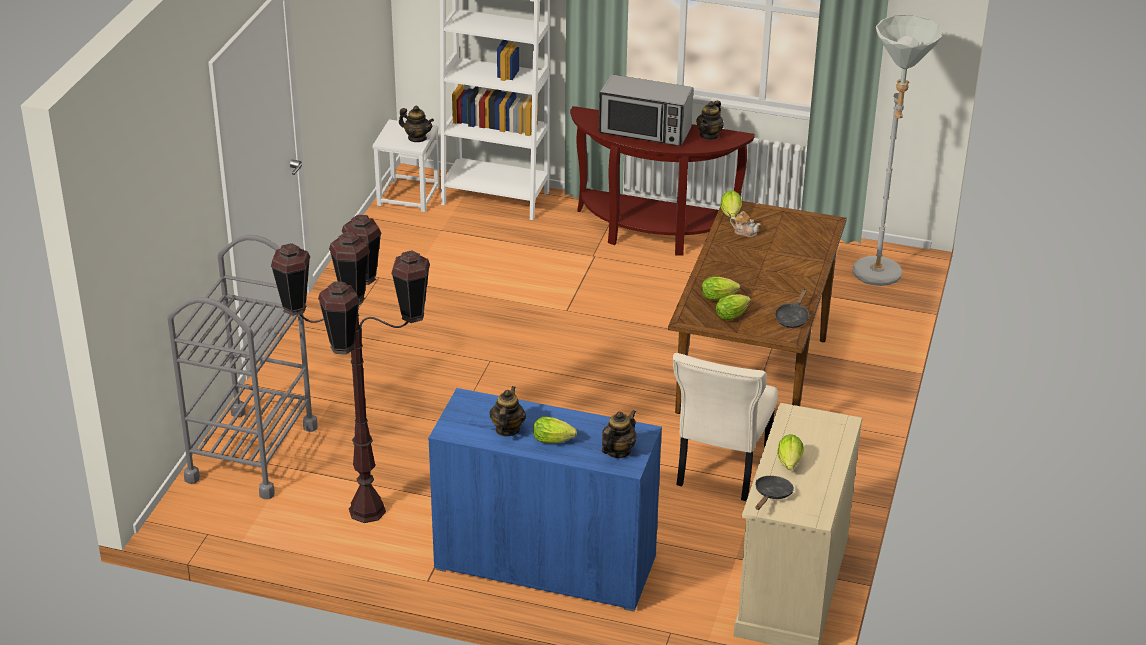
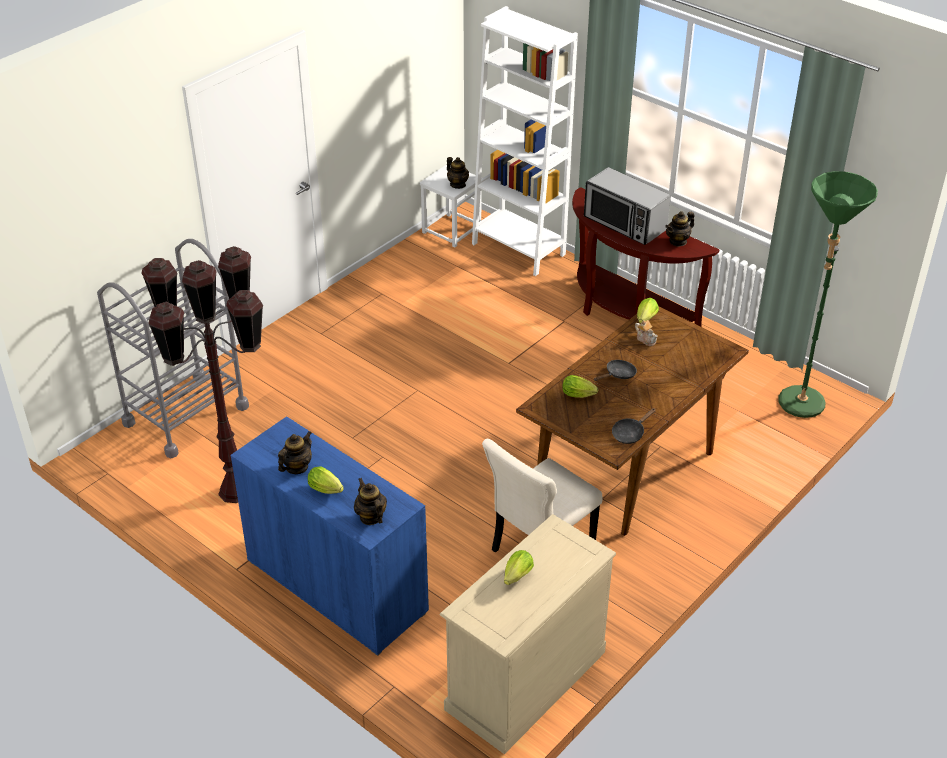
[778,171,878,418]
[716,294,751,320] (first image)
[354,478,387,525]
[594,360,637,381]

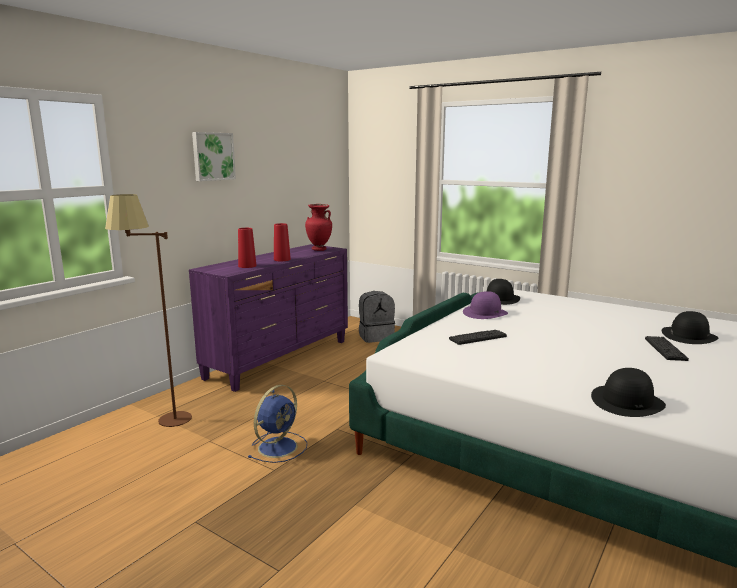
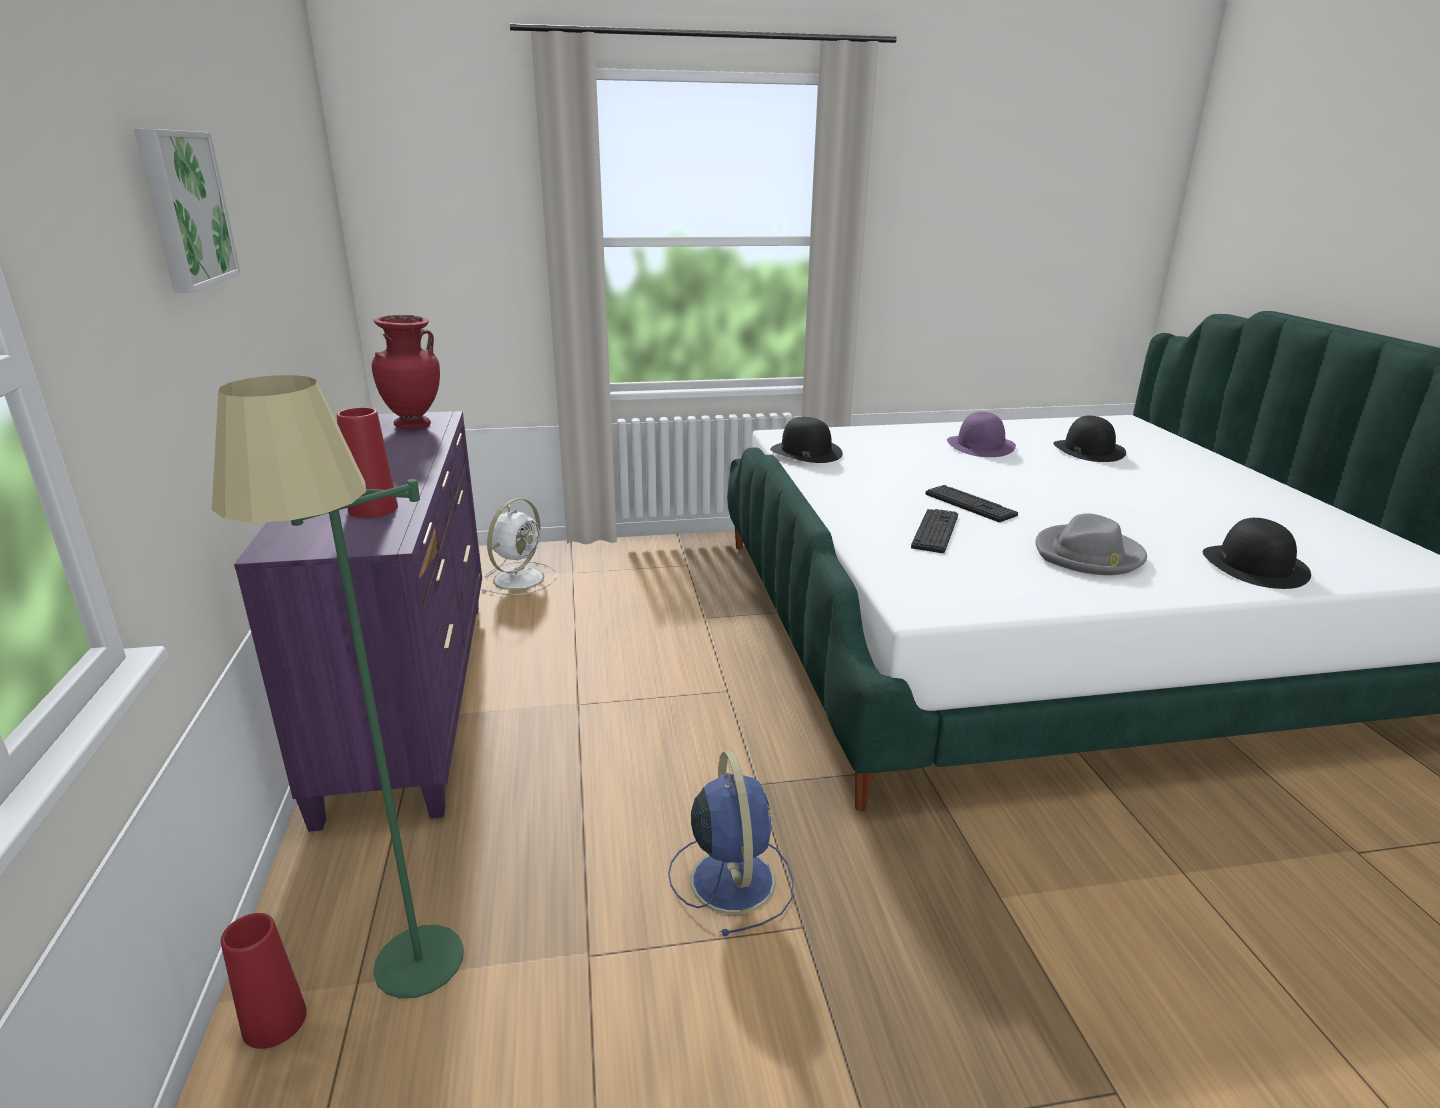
[212,375,464,998]
[221,913,307,1049]
[482,498,557,595]
[947,411,1016,457]
[925,485,1018,522]
[1036,513,1147,575]

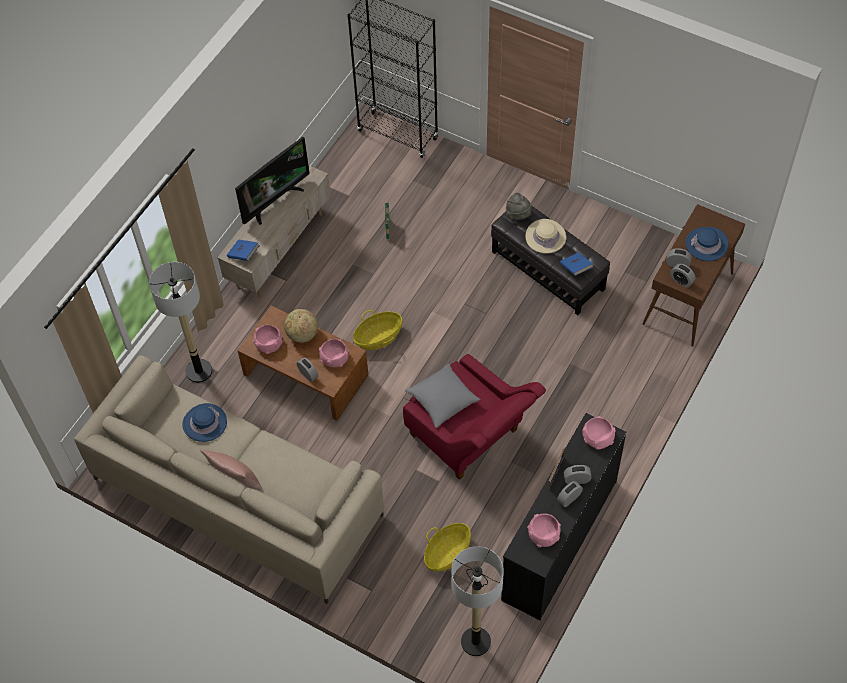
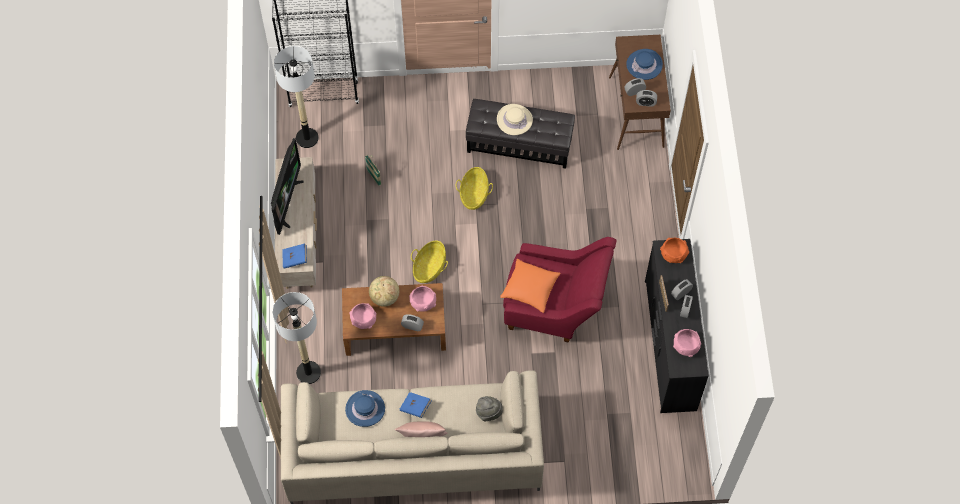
[476,396,503,422]
[400,392,431,418]
[500,259,561,313]
[660,238,689,263]
[456,167,493,210]
[274,46,319,148]

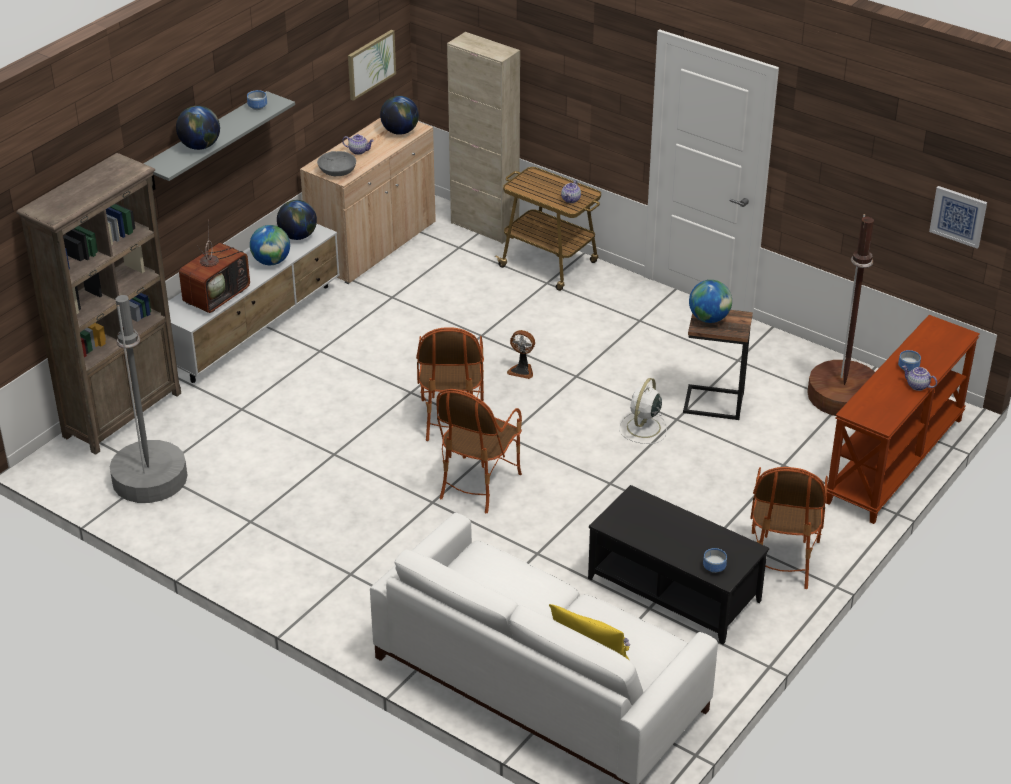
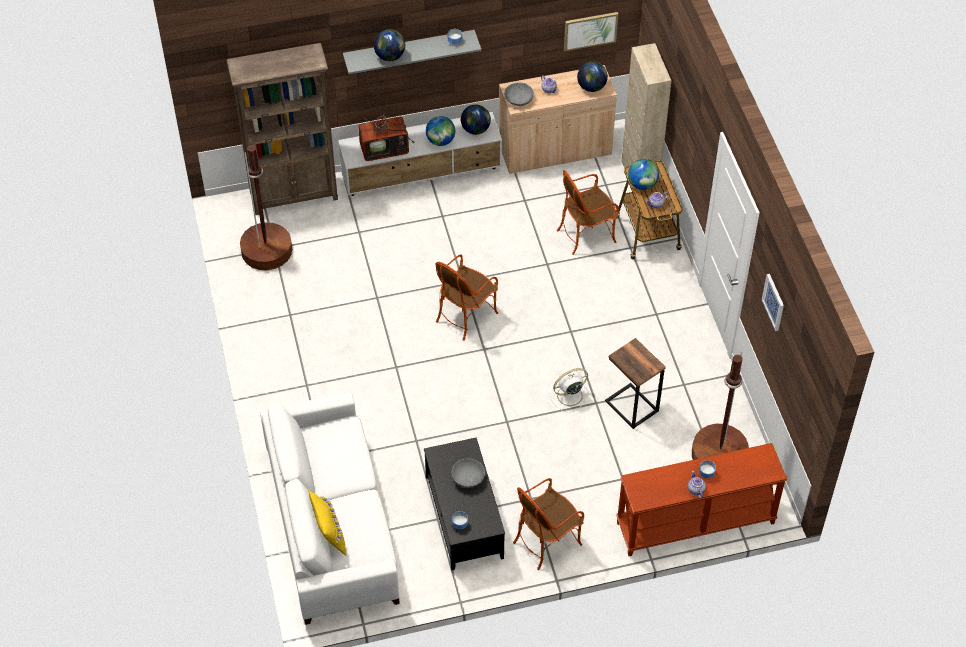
[762,274,784,331]
[628,159,659,190]
[240,145,292,270]
[507,330,535,379] (first image)
[557,170,619,255]
[452,458,485,488]

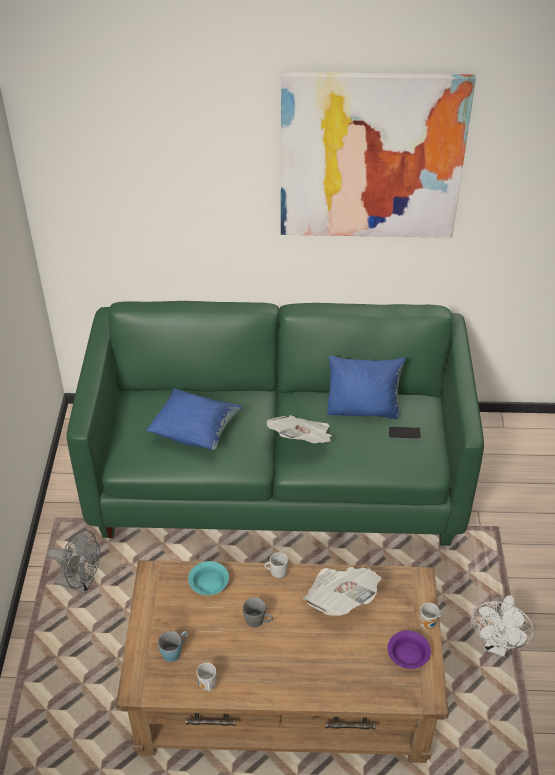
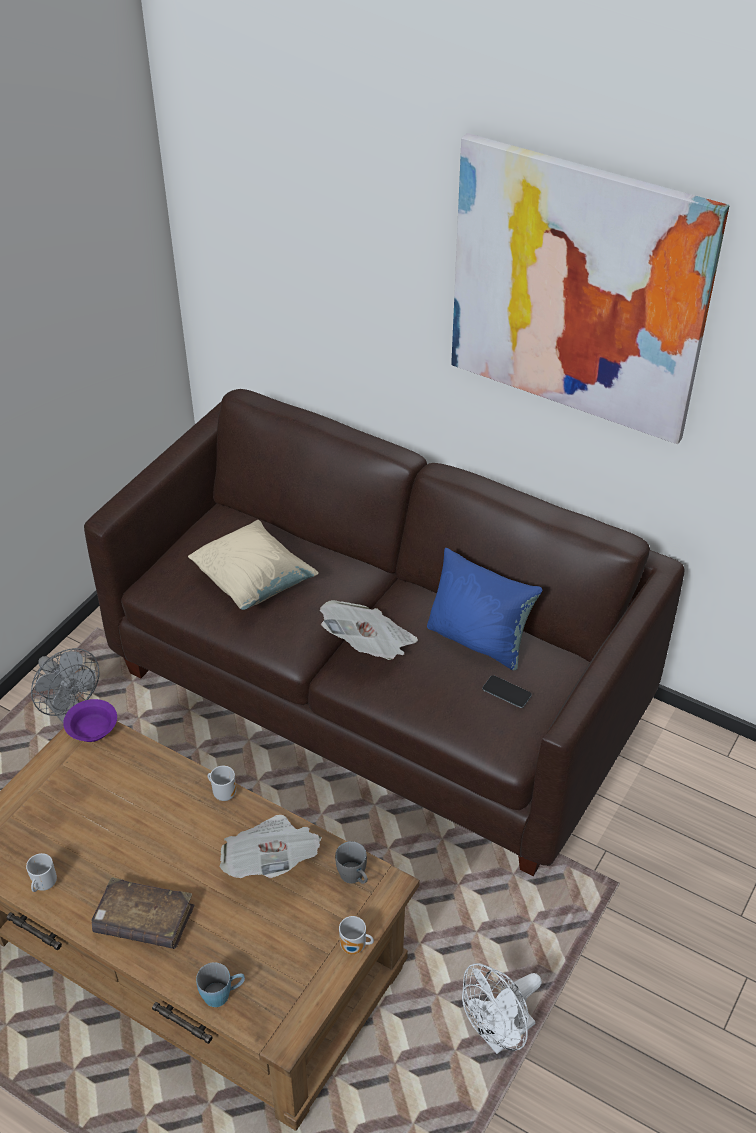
[84,389,684,876]
[188,520,318,610]
[188,561,229,595] (first image)
[335,841,368,884]
[63,699,117,742]
[196,962,245,1007]
[92,877,194,949]

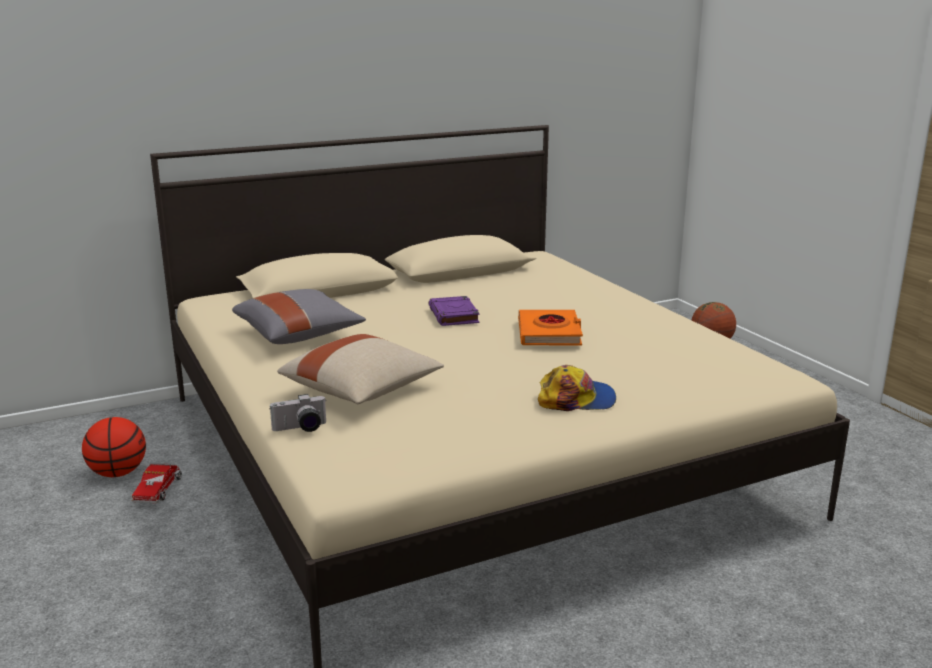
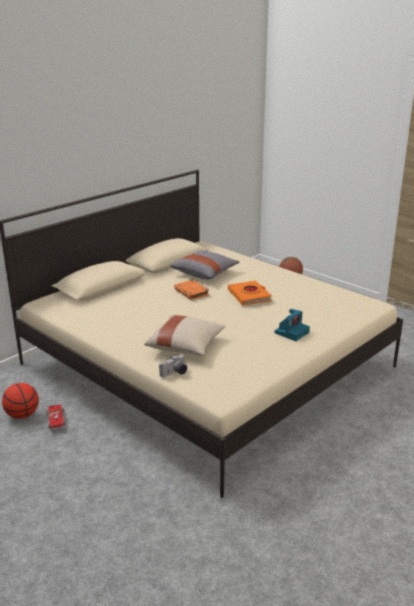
[170,251,239,279]
[174,280,209,300]
[275,309,310,341]

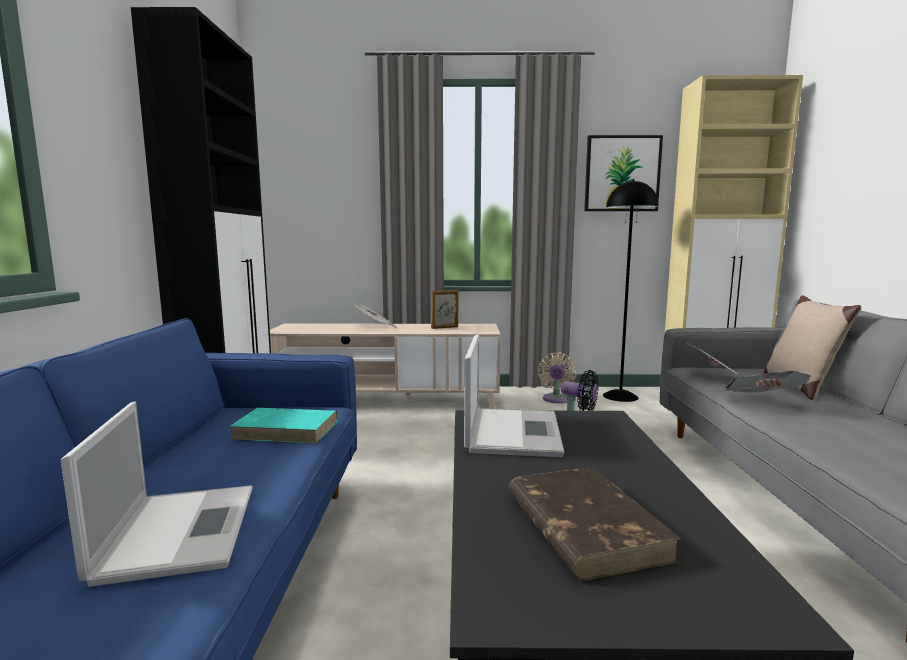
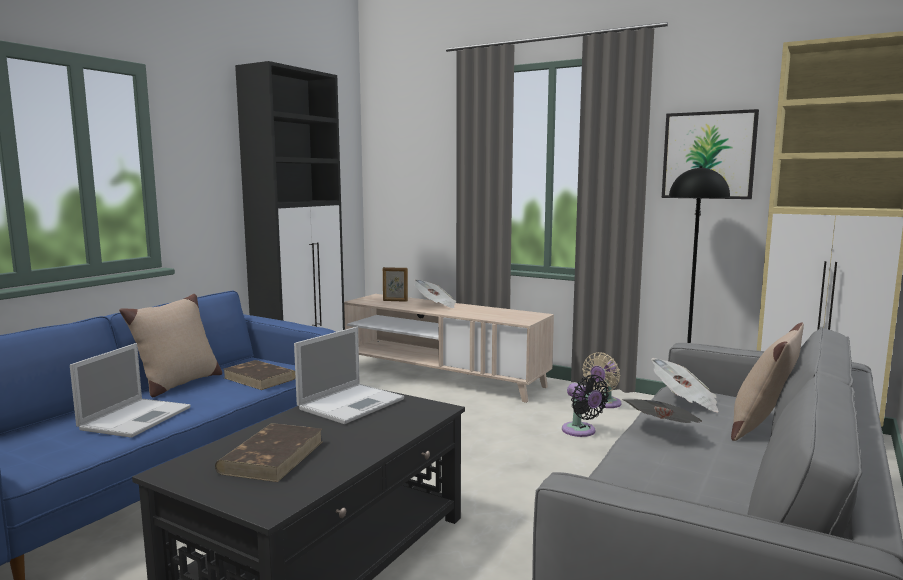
[383,267,408,302]
[224,360,296,390]
[119,294,222,397]

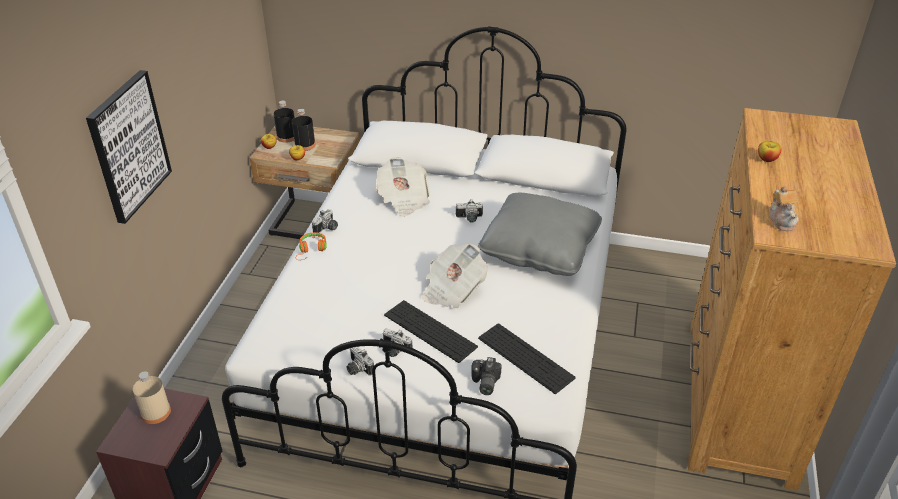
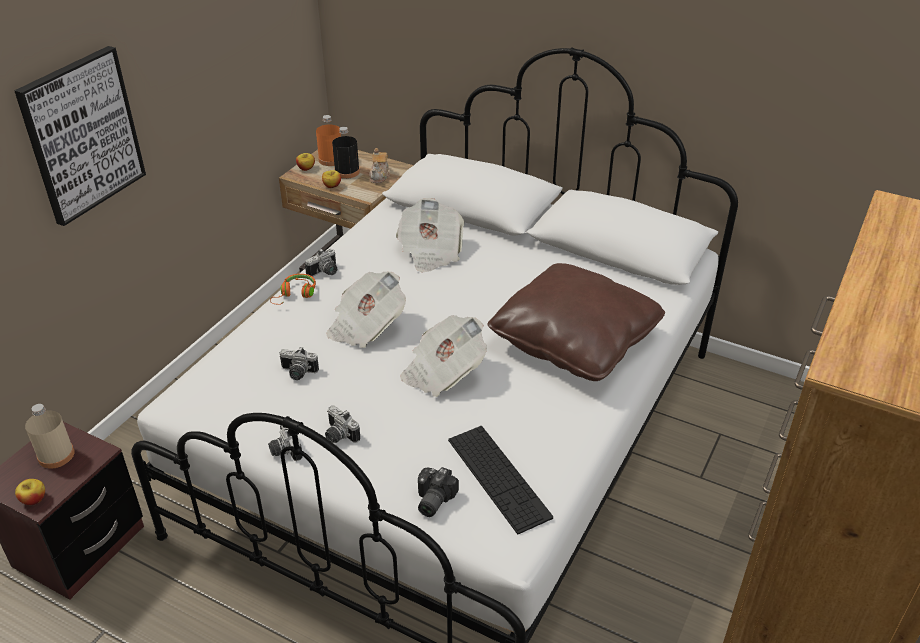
[316,115,341,166]
[15,479,45,505]
[369,148,390,183]
[487,263,665,381]
[280,347,319,380]
[384,300,478,363] (first image)
[326,271,406,348]

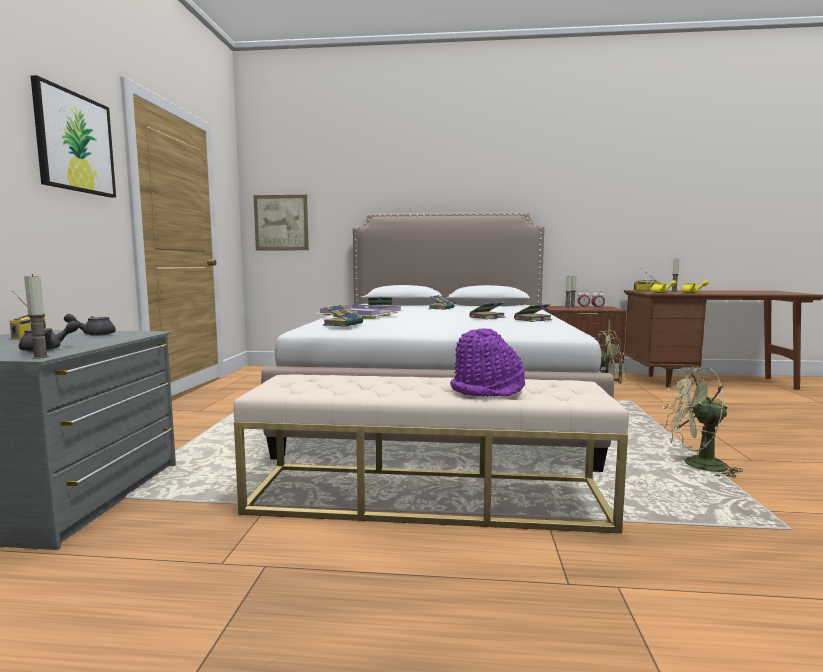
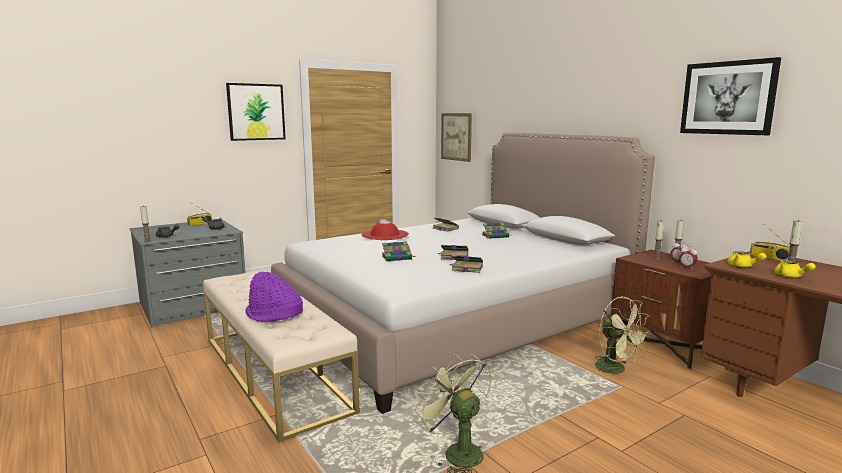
[361,219,409,240]
[382,241,414,262]
[680,57,781,135]

